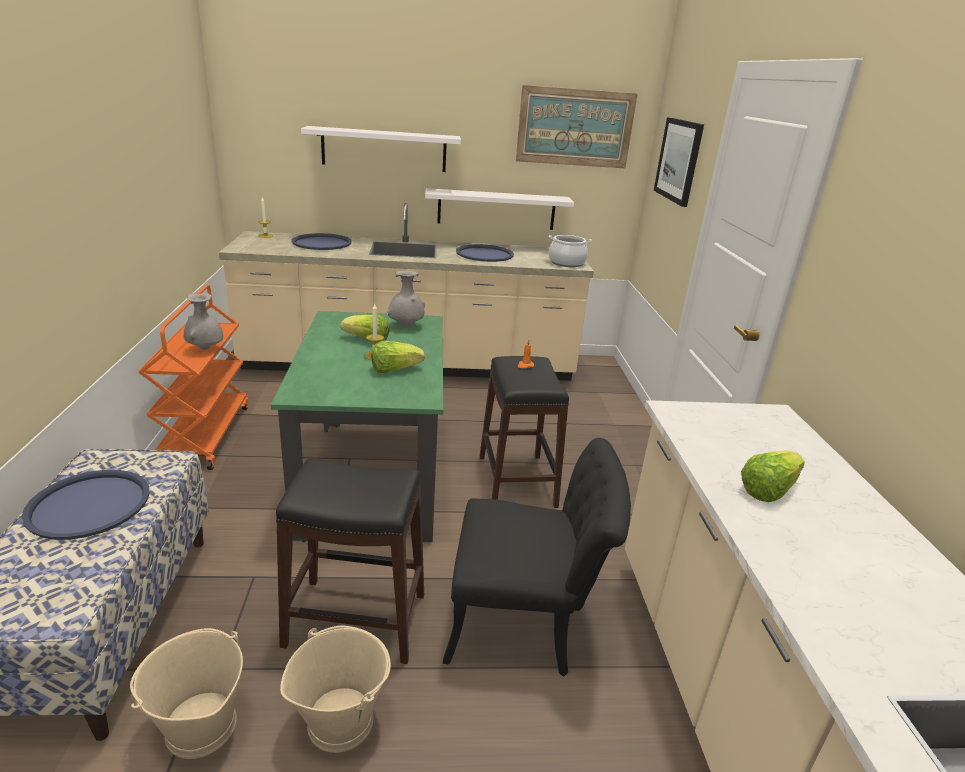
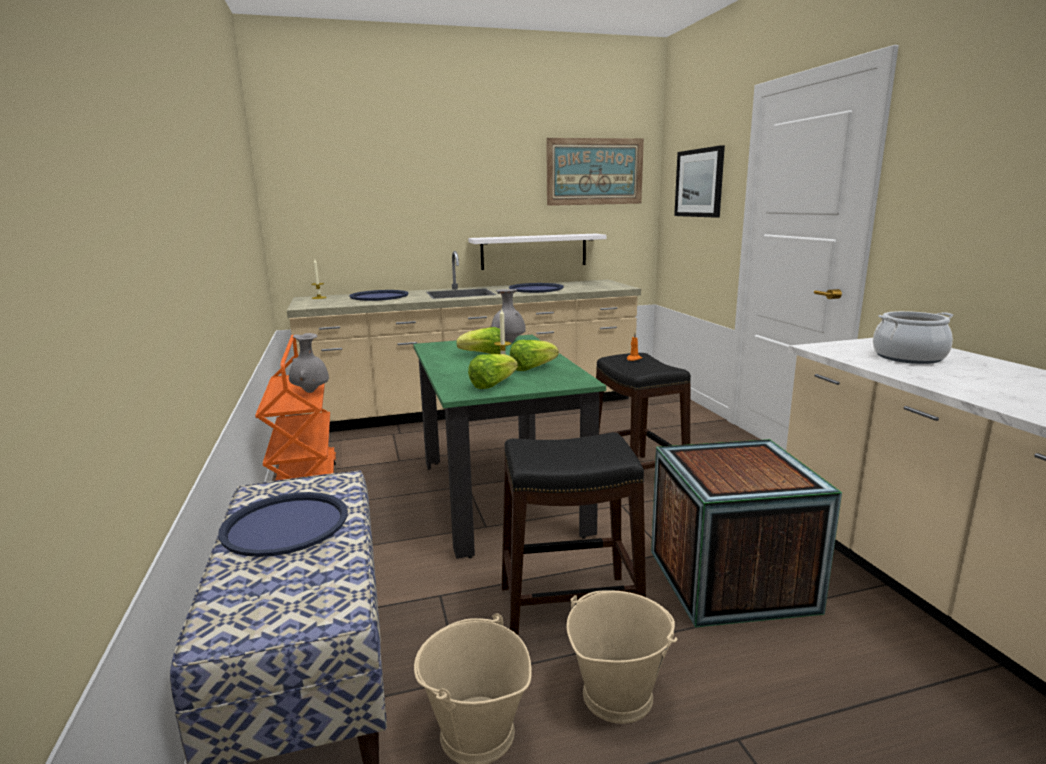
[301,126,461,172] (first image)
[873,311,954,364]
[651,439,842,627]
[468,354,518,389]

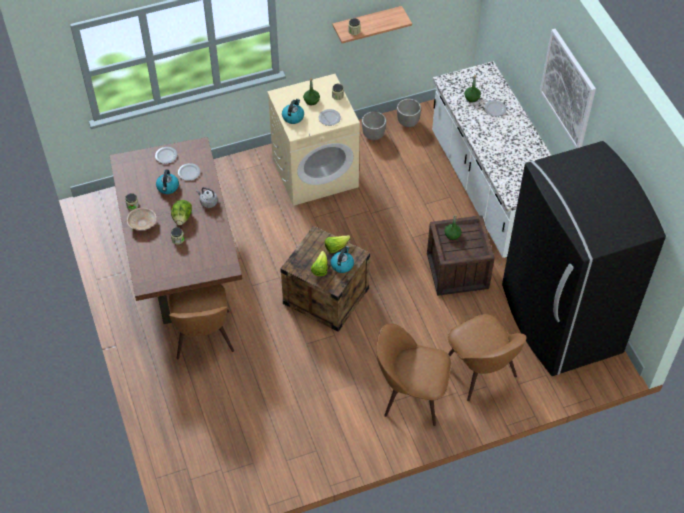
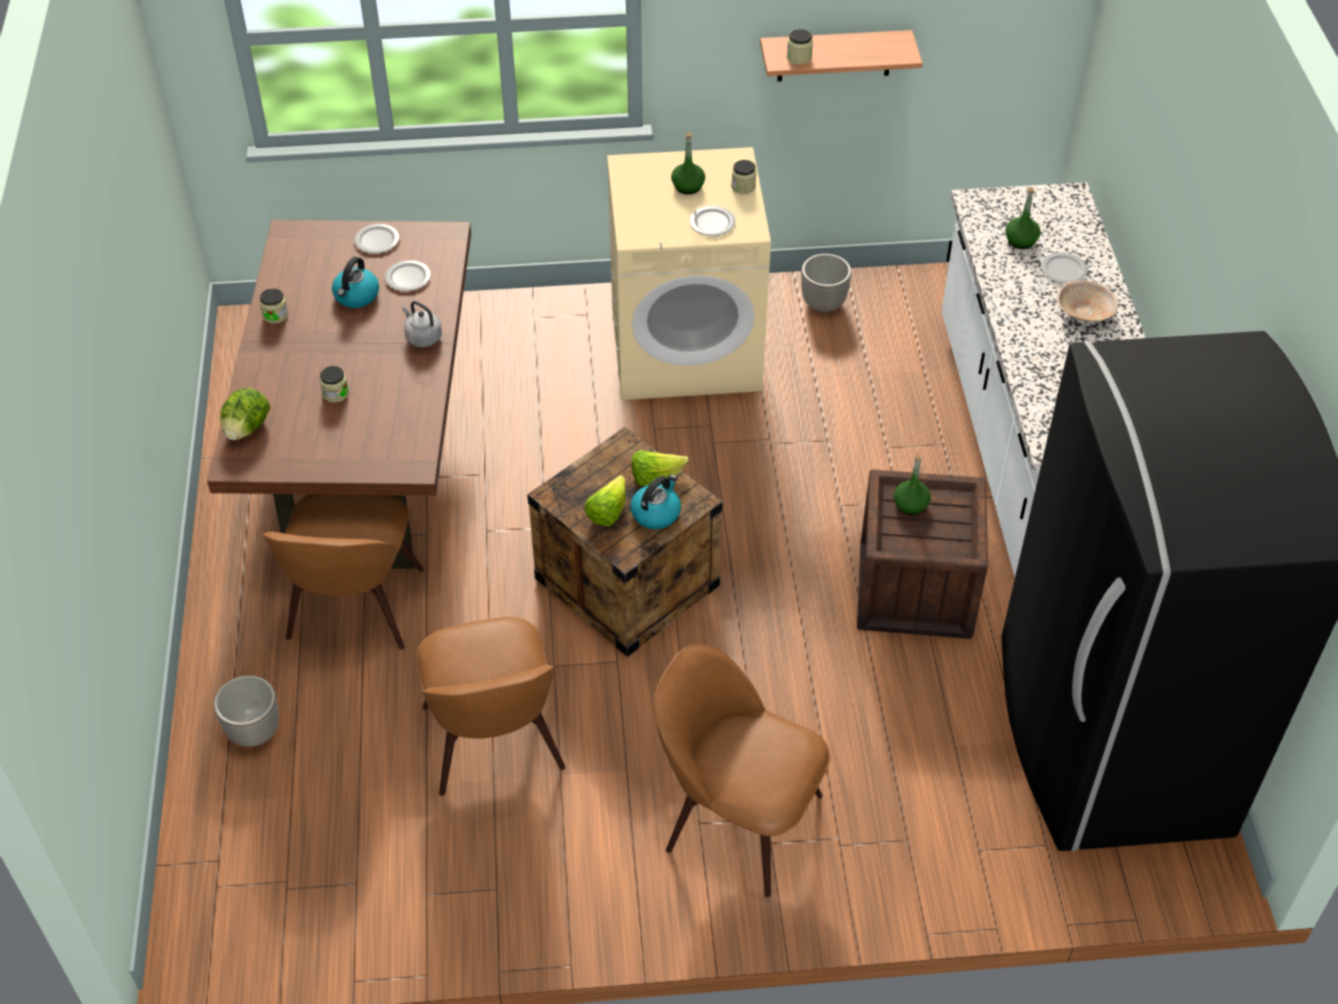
[540,29,596,148] (first image)
[282,99,304,124] (first image)
[214,675,279,747]
[220,388,270,440]
[1057,280,1119,321]
[416,617,566,796]

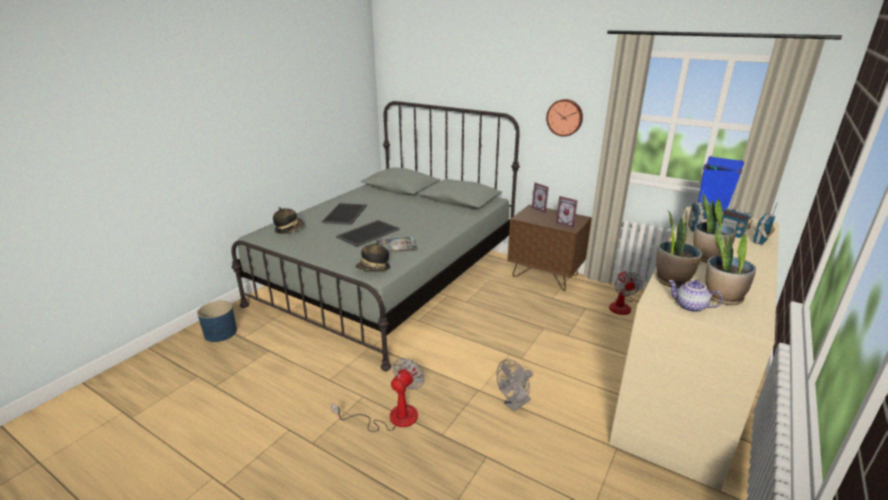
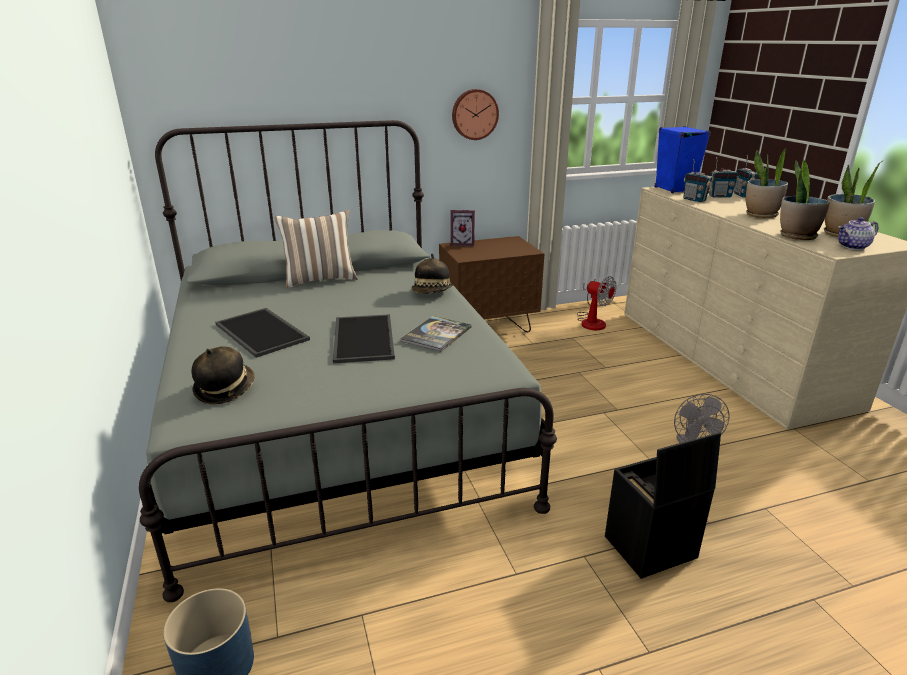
[556,196,578,228] (first image)
[411,254,453,294]
[605,432,721,579]
[275,210,358,288]

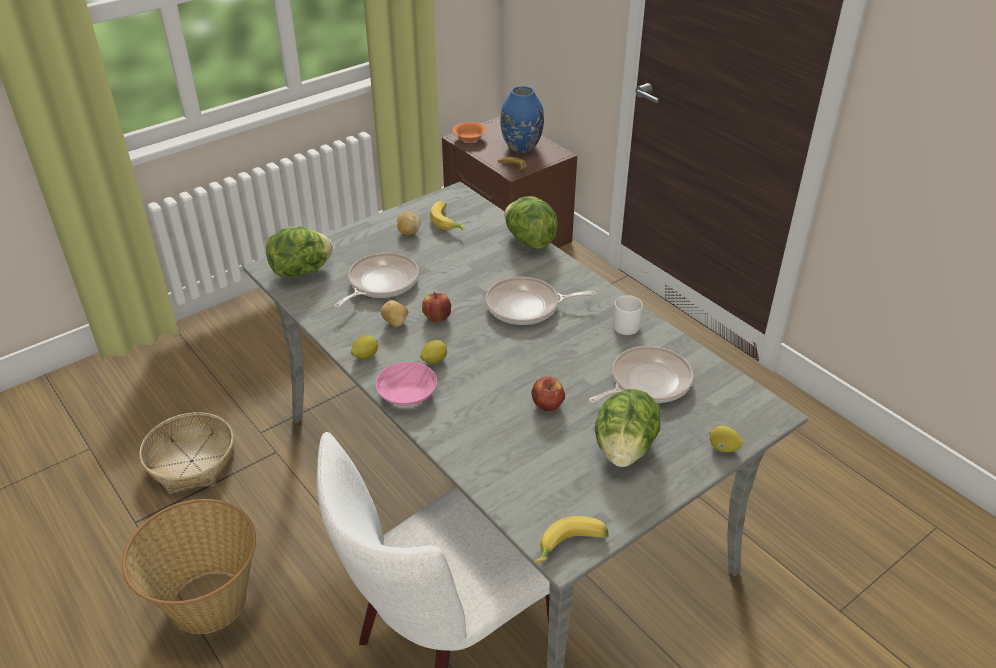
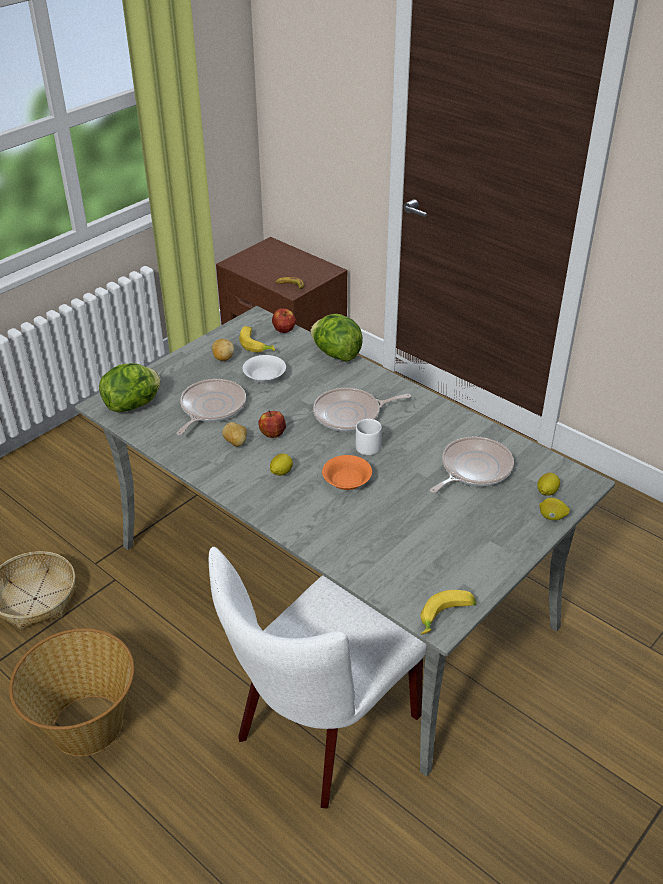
[500,86,544,153] (first image)
[322,455,372,490]
[356,419,382,455]
[537,473,560,496]
[375,362,437,406] (first image)
[272,308,296,333]
[595,389,661,467] (first image)
[243,355,286,383]

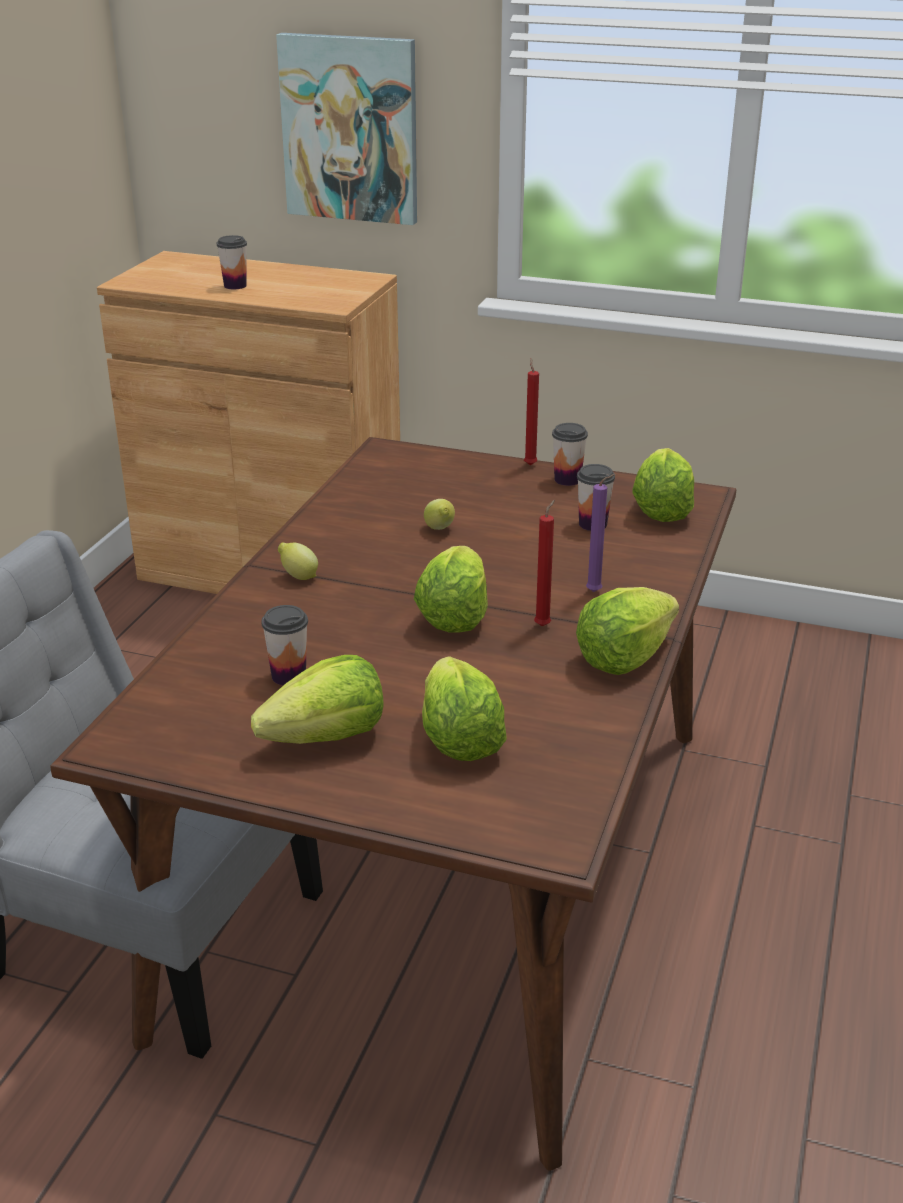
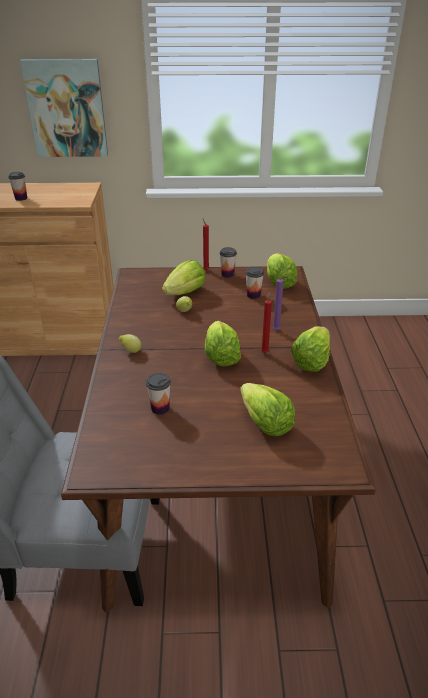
[162,260,206,295]

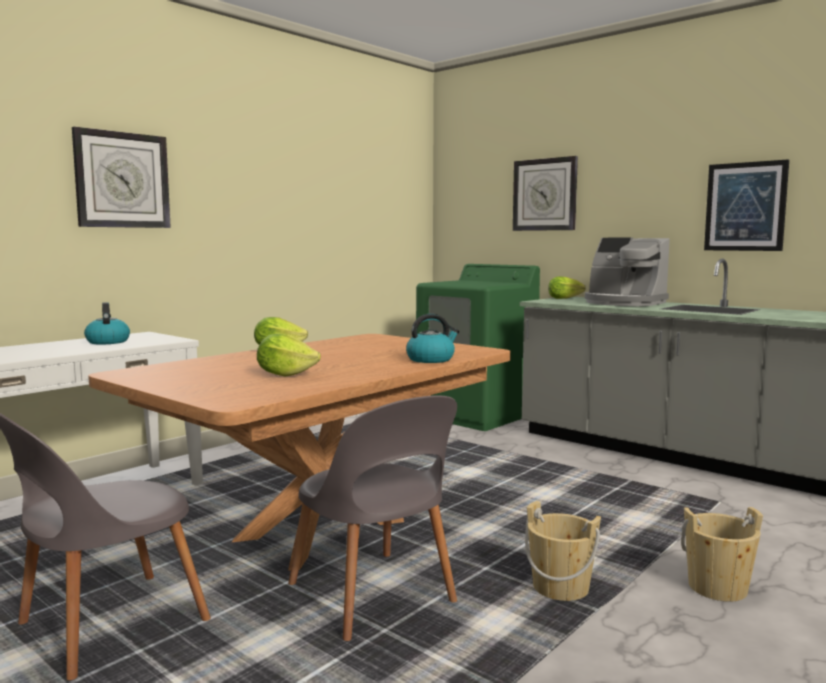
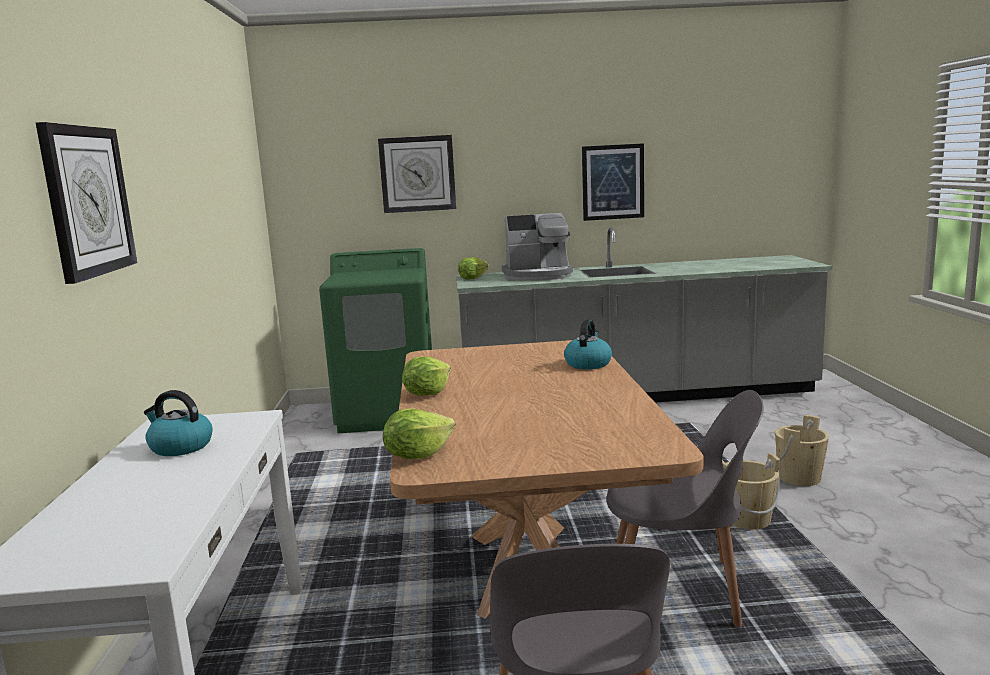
[383,408,455,459]

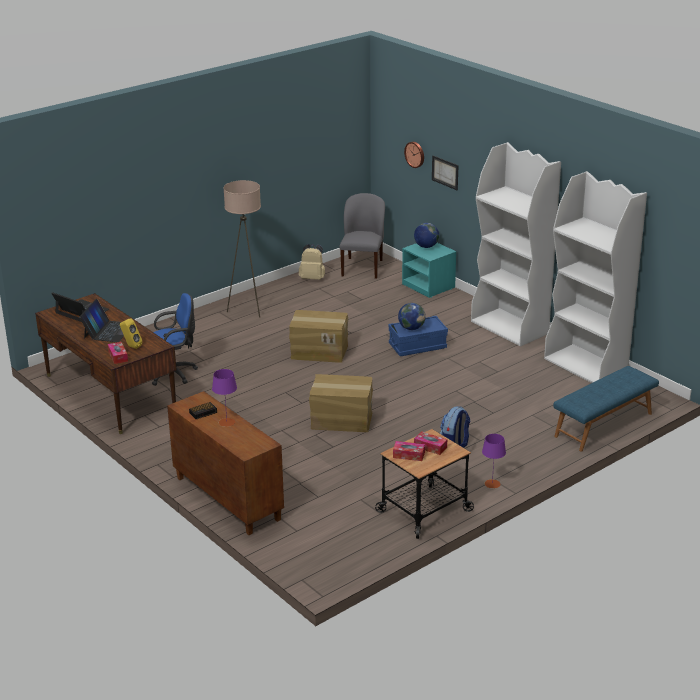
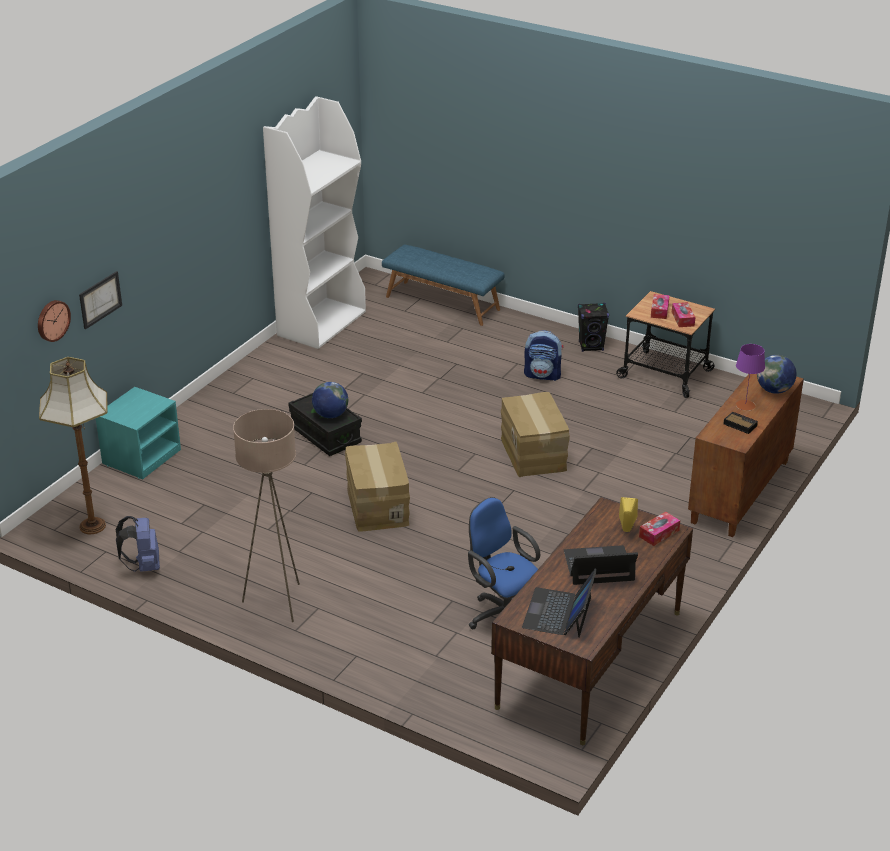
[471,142,561,347] (first image)
[39,357,107,534]
[757,355,796,394]
[116,516,160,572]
[288,393,362,456]
[578,303,609,352]

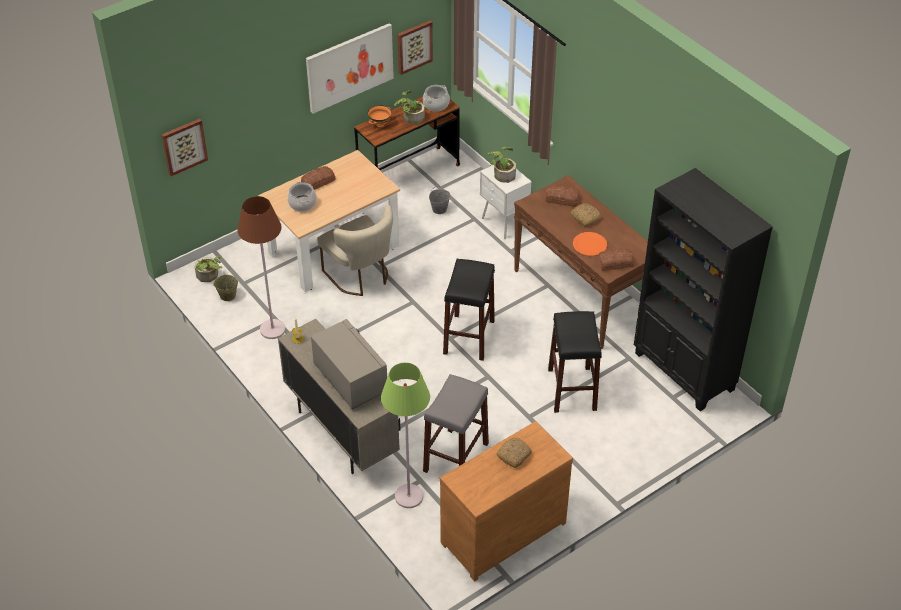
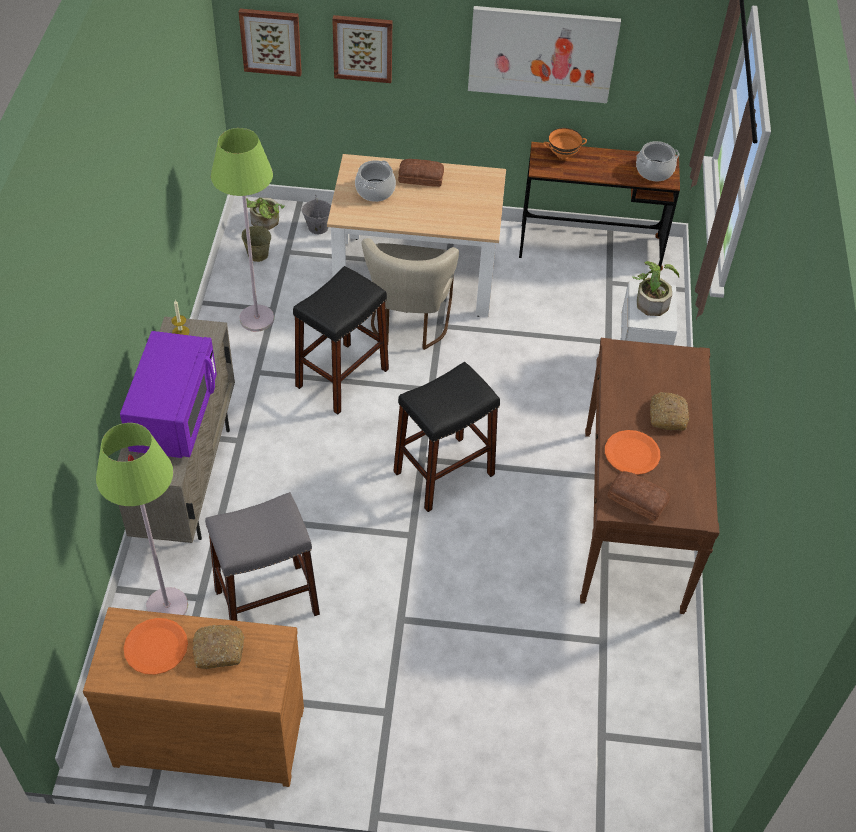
[332,15,392,83]
[394,90,425,124] (first image)
[634,168,773,411] (first image)
[545,185,580,207] (first image)
[301,194,331,234]
[211,128,274,332]
[293,266,389,414]
[120,331,217,458]
[124,618,188,675]

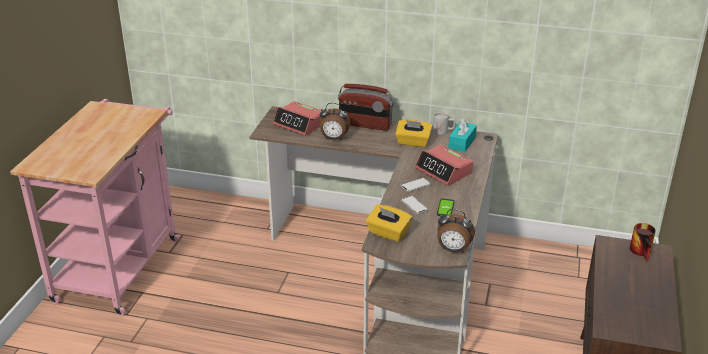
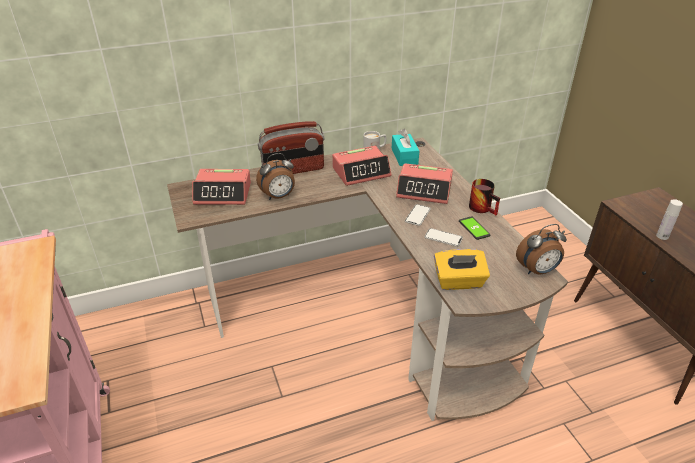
[332,146,391,186]
[469,179,500,215]
[656,199,683,240]

